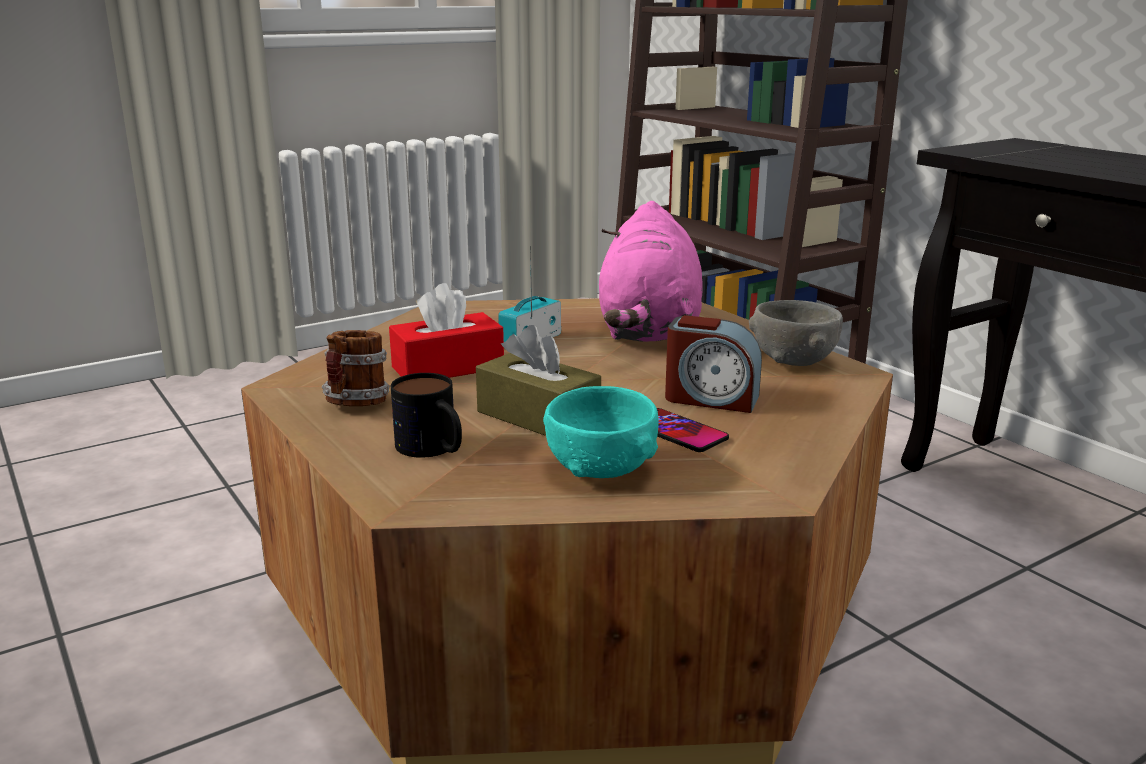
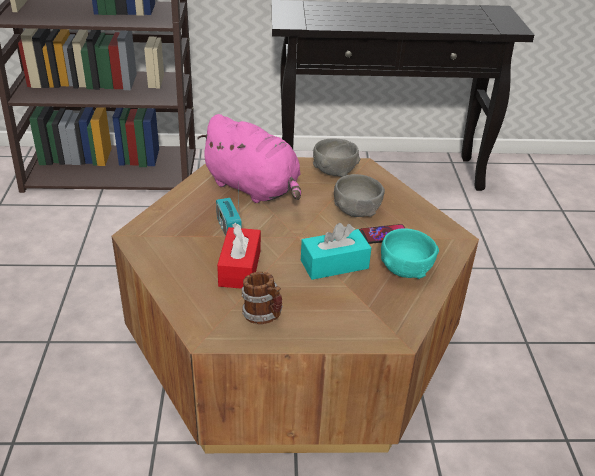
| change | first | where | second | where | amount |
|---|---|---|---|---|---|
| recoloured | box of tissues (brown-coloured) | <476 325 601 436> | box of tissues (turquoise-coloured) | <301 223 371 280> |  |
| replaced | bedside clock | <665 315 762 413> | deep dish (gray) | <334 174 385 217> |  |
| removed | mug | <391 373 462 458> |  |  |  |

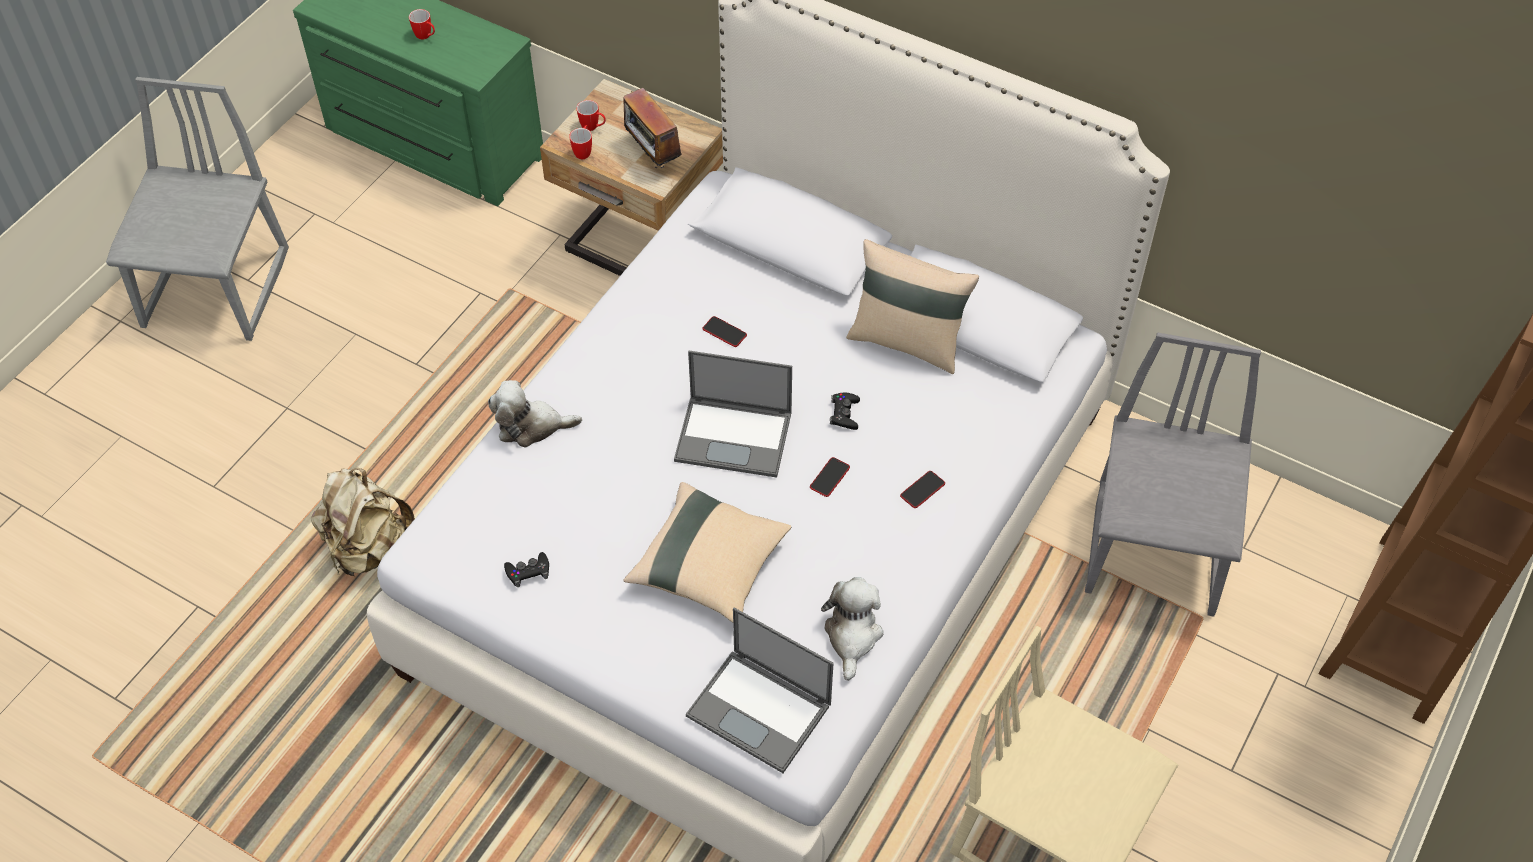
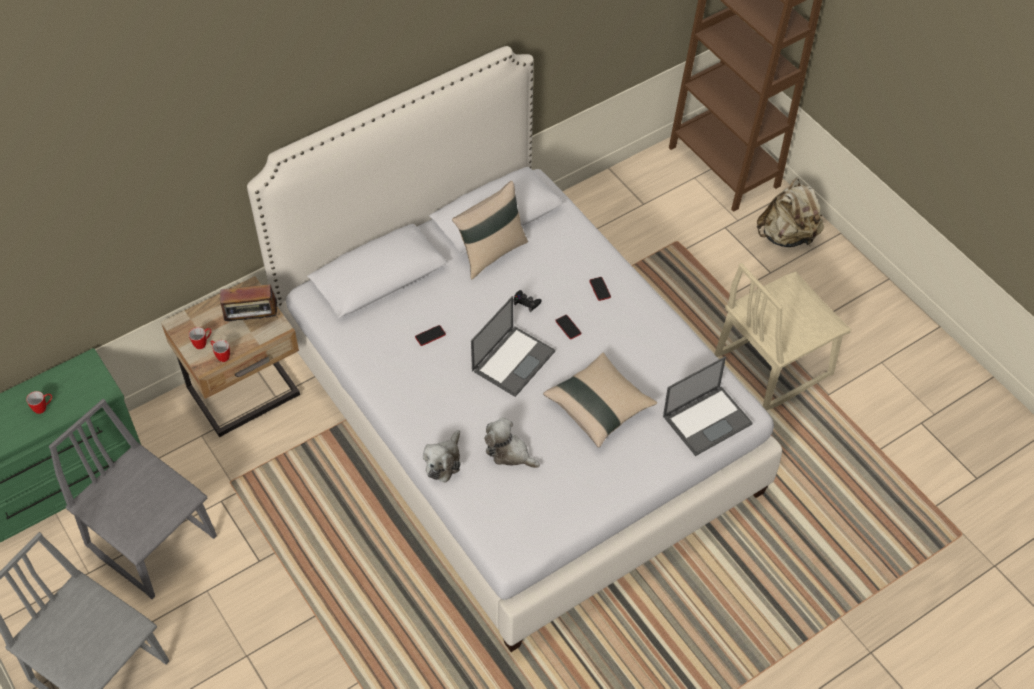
| change | first | where | second | where | amount |
|---|---|---|---|---|---|
| moved | chair (gray) | <1085 333 1261 617> |  | <49 399 217 599> |  |
| moved | cuddly toy | <821 577 884 681> |  | <484 417 540 468> |  |
| moved | rucksack (sand-coloured) | <311 468 415 576> |  | <757 178 824 247> |  |
| removed | game controller (blackish) | <504 552 549 587> |  |  |  |

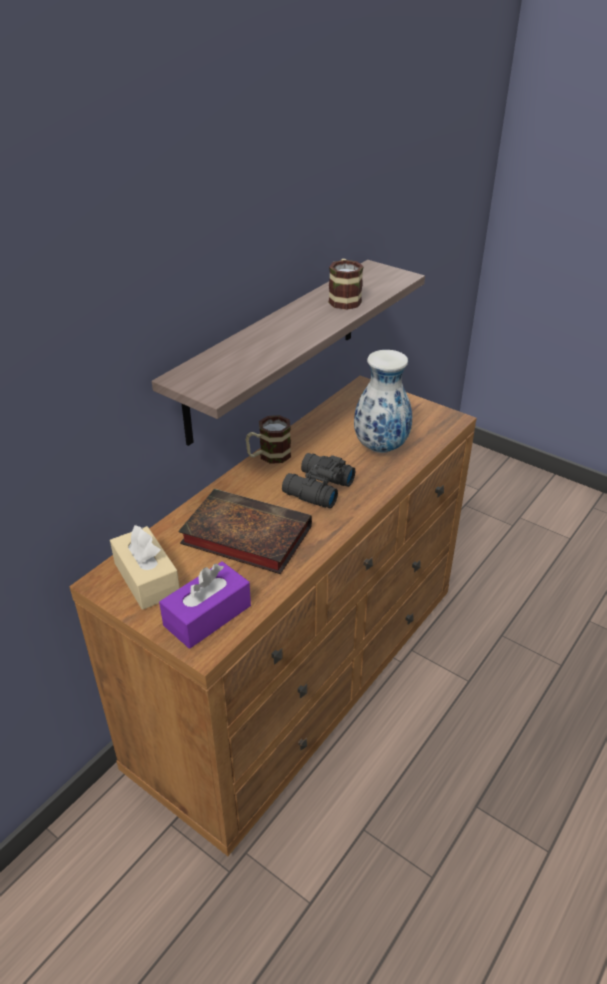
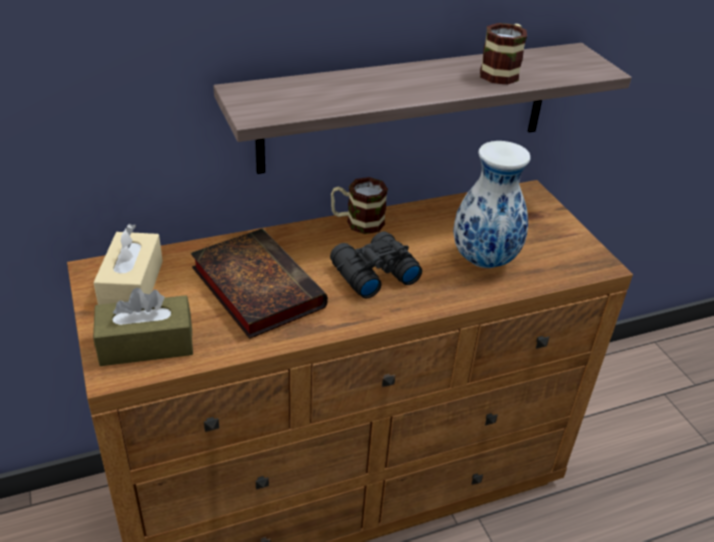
| change | first | where | second | where | amount |
|---|---|---|---|---|---|
| recoloured | box of tissues (purple-coloured) | <159 561 251 649> | box of tissues (brown-coloured) | <93 288 193 366> |  |

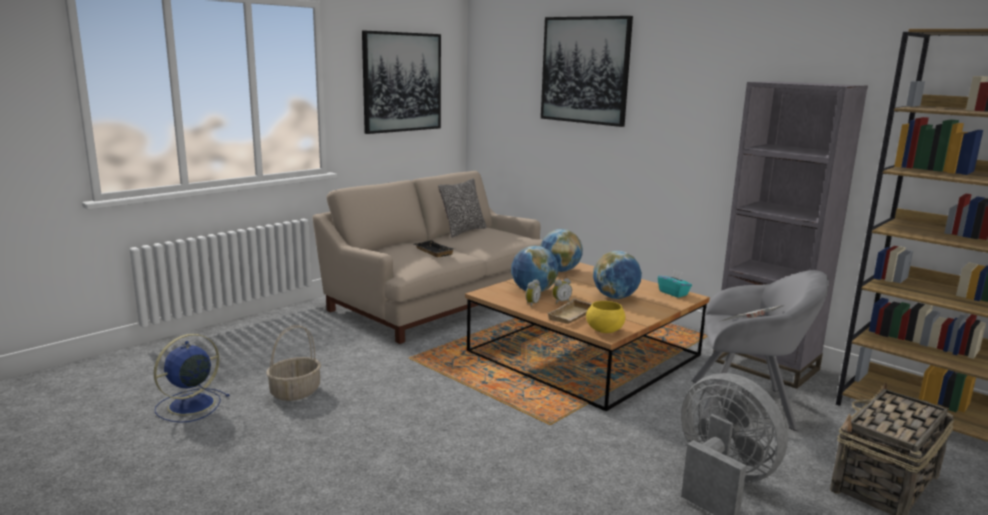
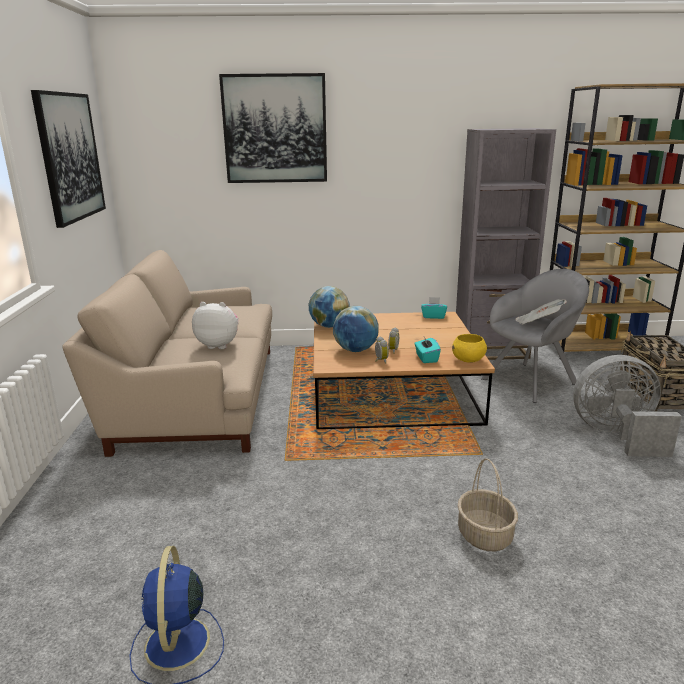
| change | first | where | second | where | amount |
|---|---|---|---|---|---|
| replaced | serving tray (blackish) | <414 240 455 257> | cuddly toy | <192 302 239 349> |  |
| replaced | serving tray (sand-coloured) | <547 298 592 324> | box of tissues (turquoise-coloured) | <414 337 441 363> |  |
| moved | basket | <266 325 321 401> |  | <458 458 518 551> |  |
| removed | cushion | <438 178 487 238> |  |  |  |
| removed | desk globe | <593 251 642 299> |  |  |  |

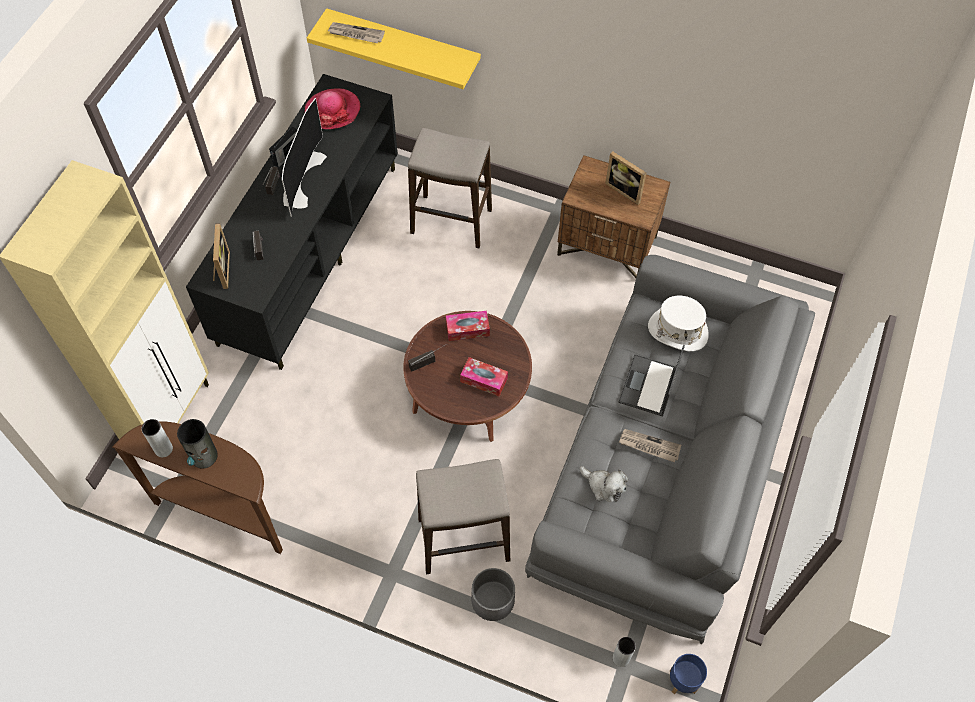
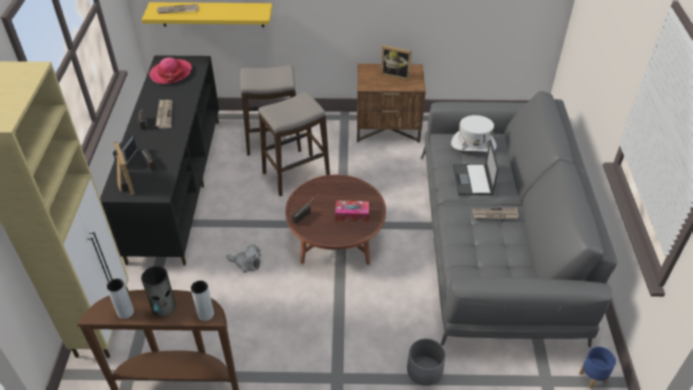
| change | first | where | second | where | amount |
|---|---|---|---|---|---|
| moved | radio | <269 127 298 168> |  | <113 133 137 169> |  |
| replaced | television | <282 98 327 217> | newspaper | <156 99 173 129> |  |
| moved | flower vase (gray) | <613 637 636 667> |  | <191 280 214 321> |  |
| moved | cuddly toy | <580 466 628 502> |  | <226 245 261 273> |  |
| moved | sitting stool | <416 459 510 574> |  | <258 92 330 196> |  |
| removed | box of tissues | <446 311 490 341> |  |  |  |

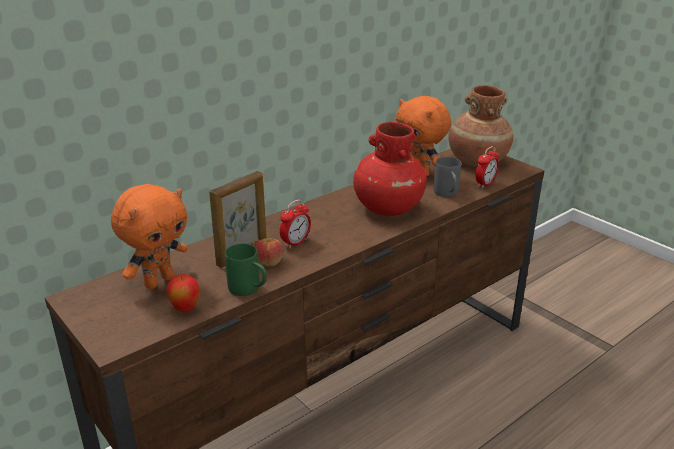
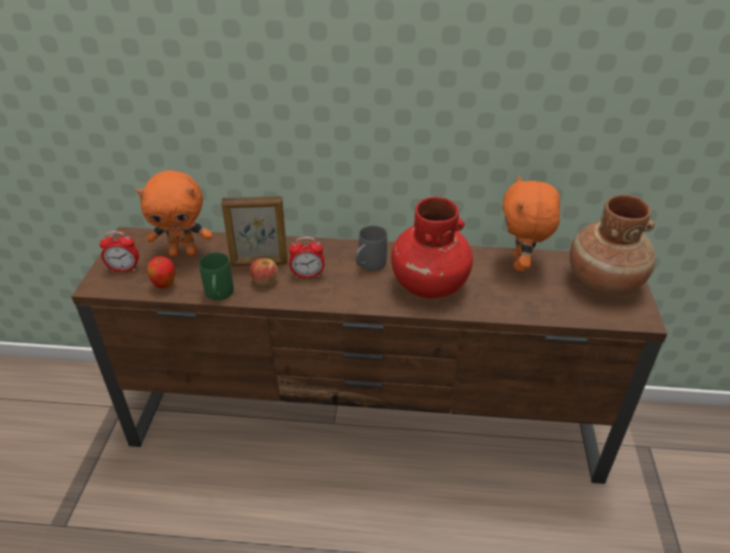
| change | first | where | second | where | amount |
|---|---|---|---|---|---|
| moved | bedside clock | <475 146 499 189> |  | <99 231 139 272> |  |
| moved | mug (gray) | <434 157 461 197> |  | <355 226 387 271> |  |

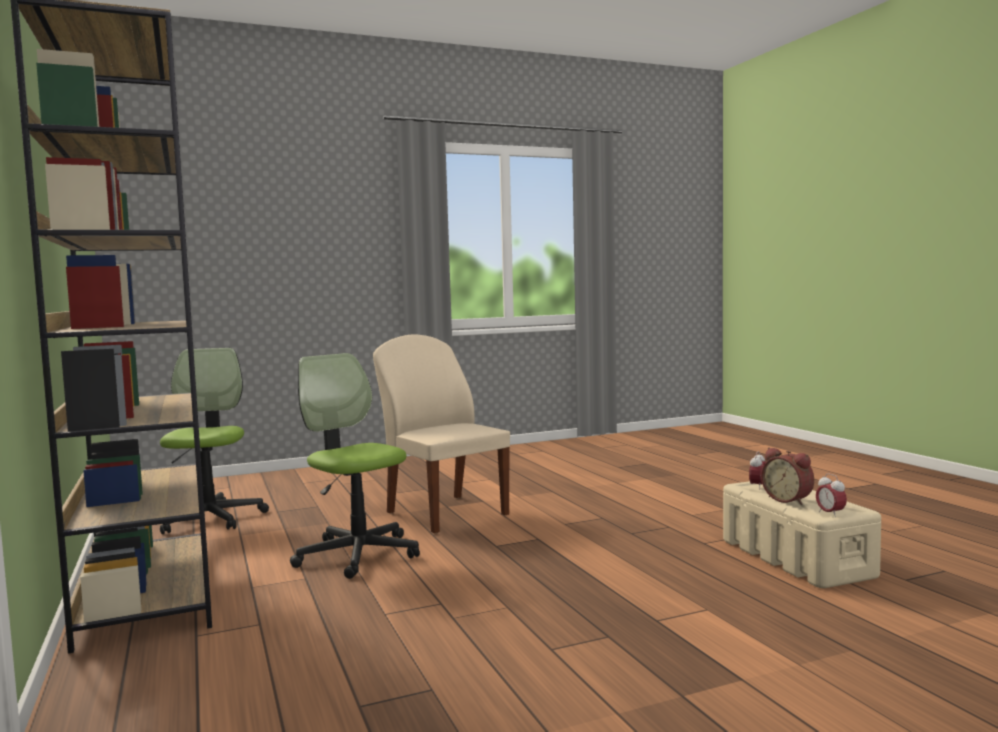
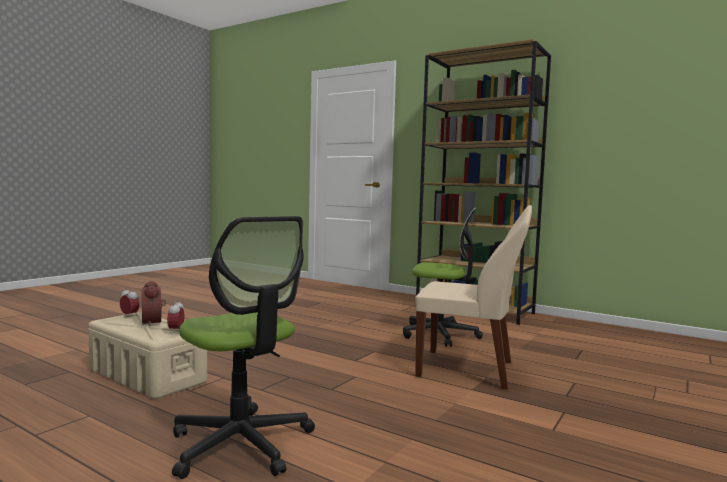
| change | first | where | second | where | amount |
|---|---|---|---|---|---|
| turned | bedside clock | <761 447 814 505> |  | <142 281 166 327> | 135 degrees counterclockwise |
| moved | computer chair | <160 348 269 534> |  | <172 216 315 479> |  |

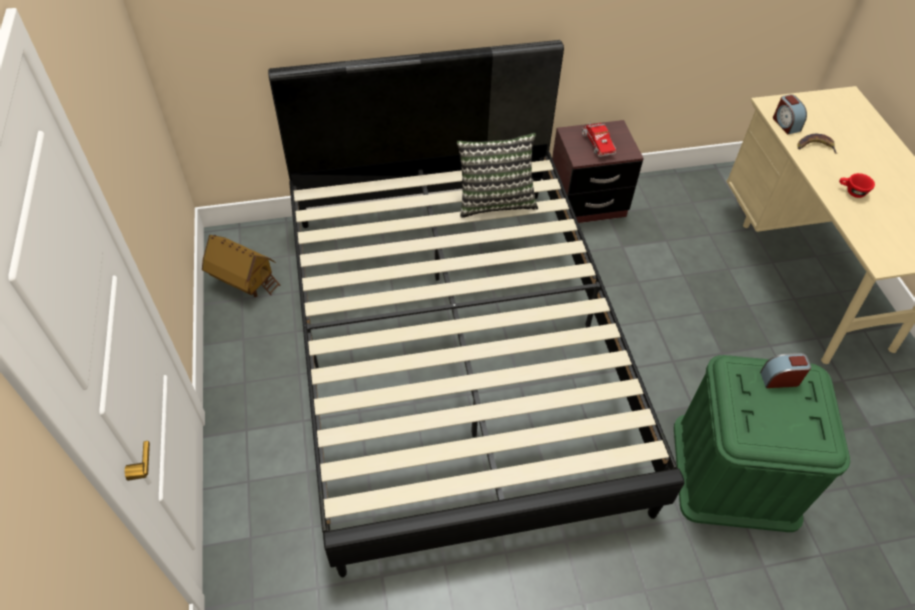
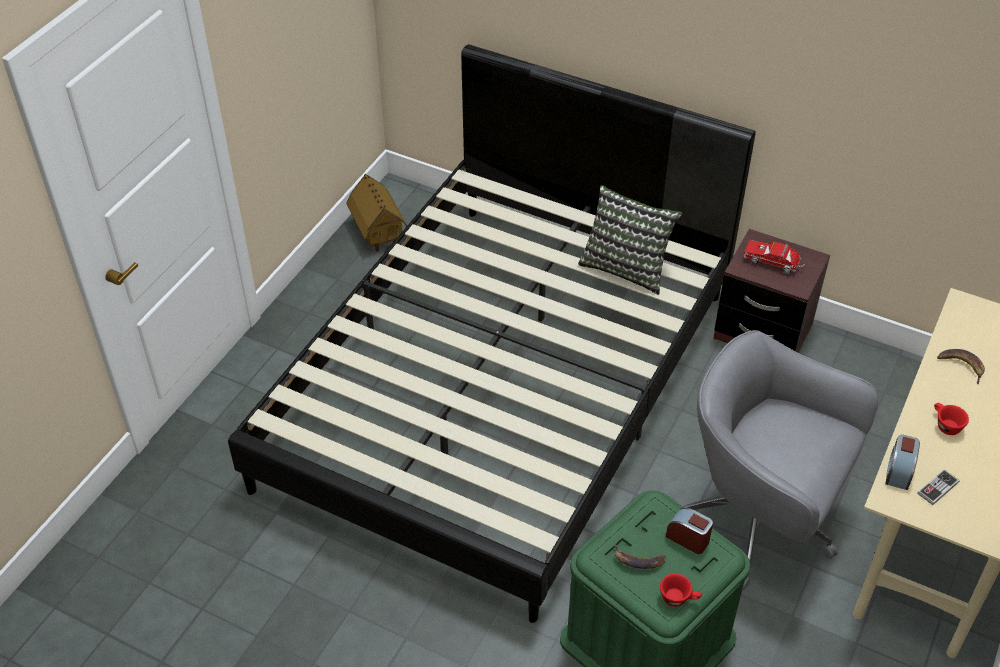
| change | first | where | second | where | amount |
|---|---|---|---|---|---|
| added |  |  | banana fruit | <615 544 666 569> |  |
| added |  |  | small cup (reddish) | <660 574 702 607> |  |
| added |  |  | computer chair (gray) | <683 330 878 590> |  |
| turned | toy truck | <582 122 616 157> |  | <744 240 805 274> | 90 degrees clockwise |
| moved | bedside clock | <773 94 807 134> |  | <885 435 920 490> |  |
| added |  |  | game controller | <917 469 959 505> |  |

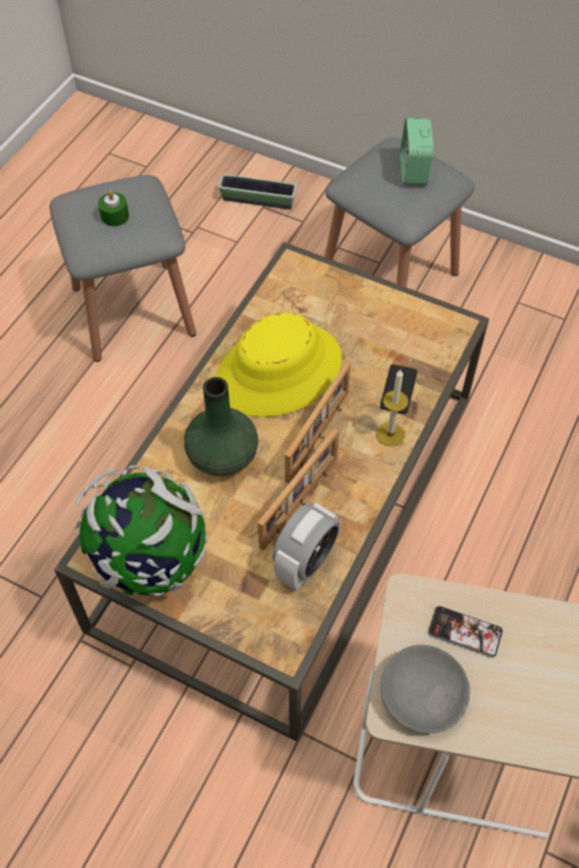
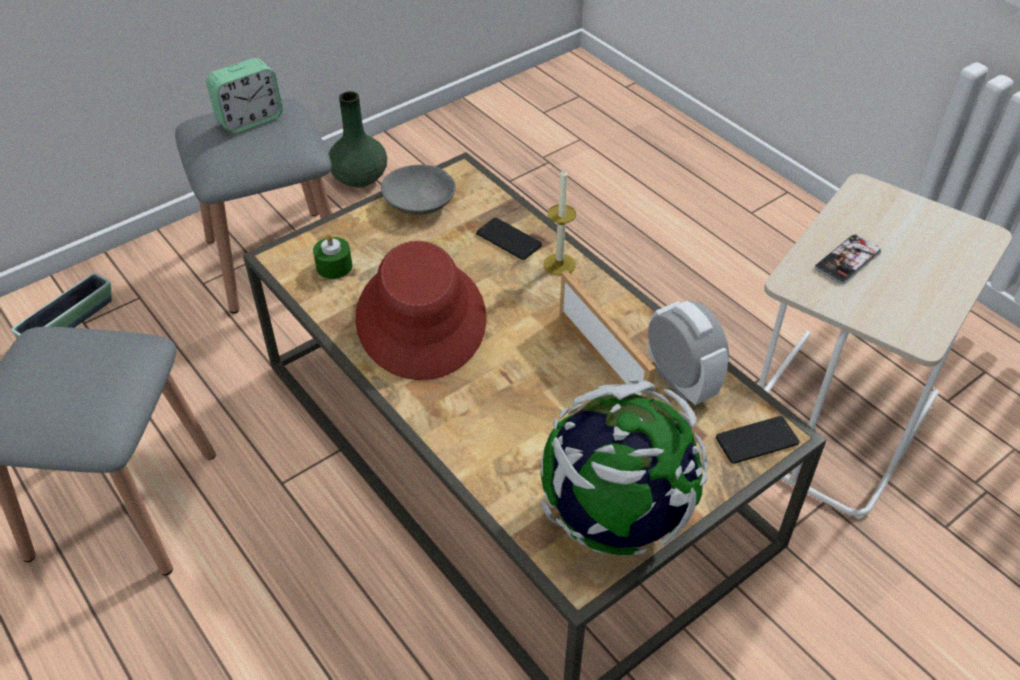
| change | first | where | second | where | amount |
|---|---|---|---|---|---|
| turned | bedside clock | <400 118 434 185> |  | <206 58 283 134> | 60 degrees counterclockwise |
| moved | wax candle (green-coloured) | <98 190 129 226> |  | <313 233 352 279> |  |
| moved | flower vase (green-coloured) | <184 377 258 476> |  | <329 91 387 188> |  |
| recoloured | clothing hat (yellowish) | <216 313 342 417> | clothing hat (reddish) | <355 241 487 380> |  |
| moved | deep dish (gray) | <381 645 470 733> |  | <381 165 456 215> |  |
| added |  |  | handset | <716 416 800 464> |  |
| removed | picture frame | <285 362 351 484> |  |  |  |

